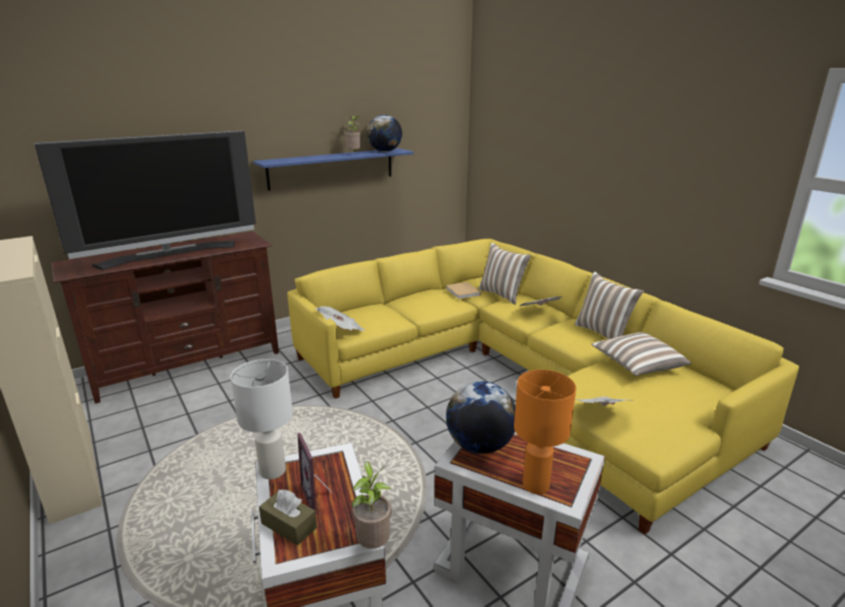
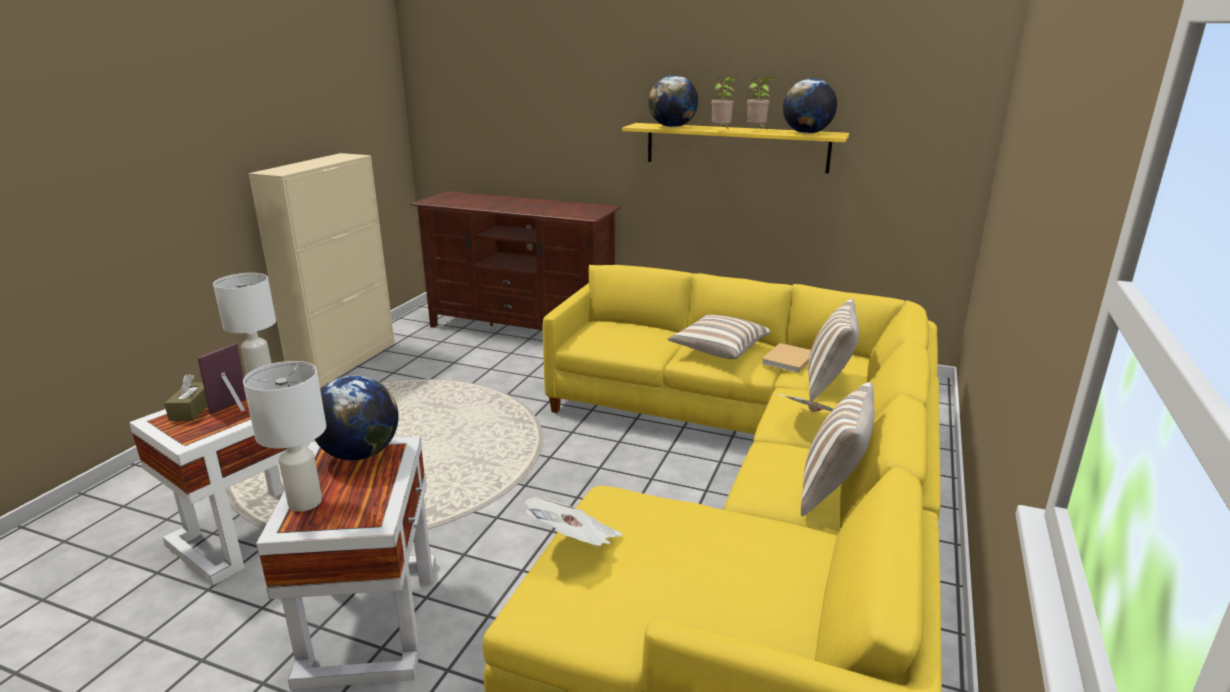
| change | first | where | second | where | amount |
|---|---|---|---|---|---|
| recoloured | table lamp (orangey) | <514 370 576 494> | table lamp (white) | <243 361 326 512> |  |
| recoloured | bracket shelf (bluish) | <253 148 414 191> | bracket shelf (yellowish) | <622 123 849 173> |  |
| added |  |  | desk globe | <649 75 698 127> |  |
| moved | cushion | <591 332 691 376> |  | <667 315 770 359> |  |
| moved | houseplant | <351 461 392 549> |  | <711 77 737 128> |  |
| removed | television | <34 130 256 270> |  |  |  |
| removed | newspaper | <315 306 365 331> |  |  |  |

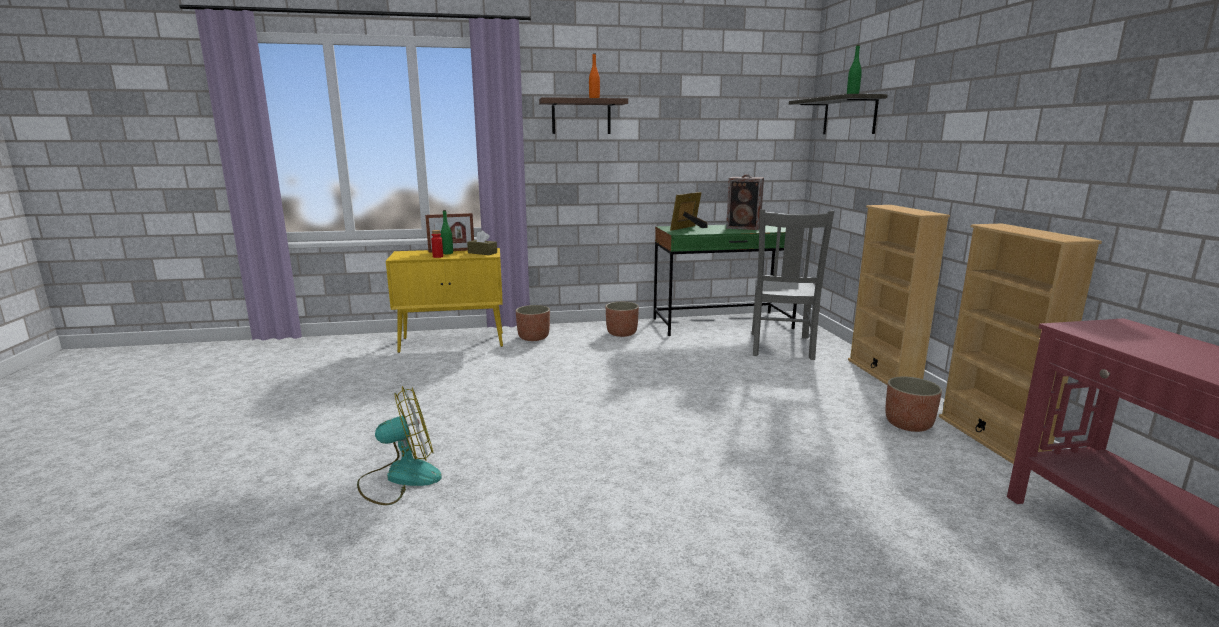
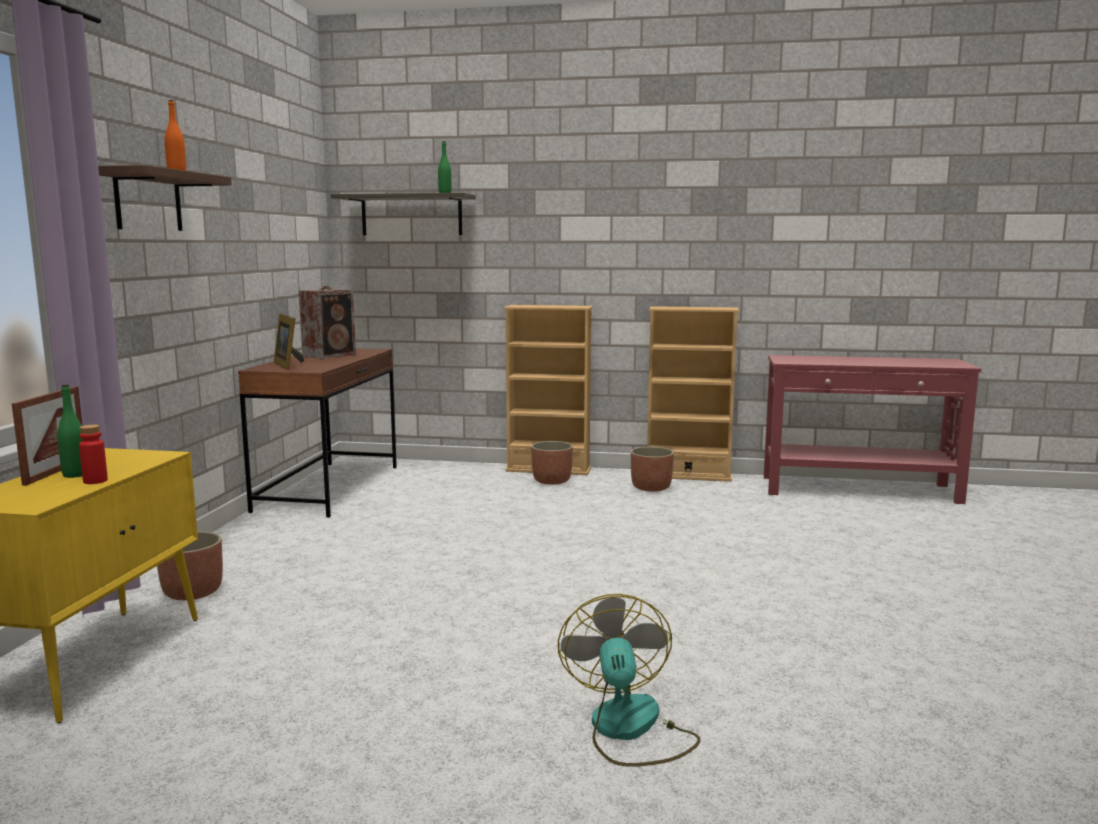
| change | first | where | second | where | amount |
|---|---|---|---|---|---|
| recoloured | desk unit (green-coloured) | <653 225 797 336> | desk unit (brown-coloured) | <238 348 397 518> |  |
| moved | flower pot | <606 302 639 337> |  | <531 441 573 485> |  |
| removed | box of tissues (brown-coloured) | <467 231 497 255> |  |  |  |
| removed | chair (gray) | <752 209 834 360> |  |  |  |

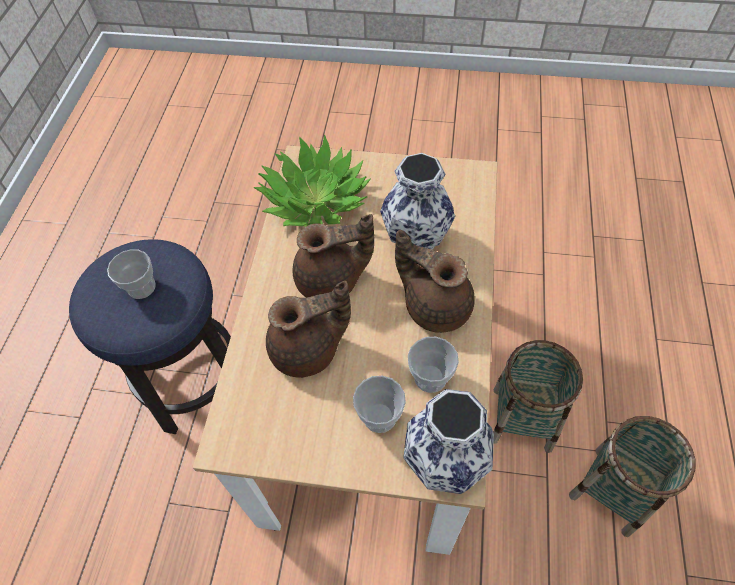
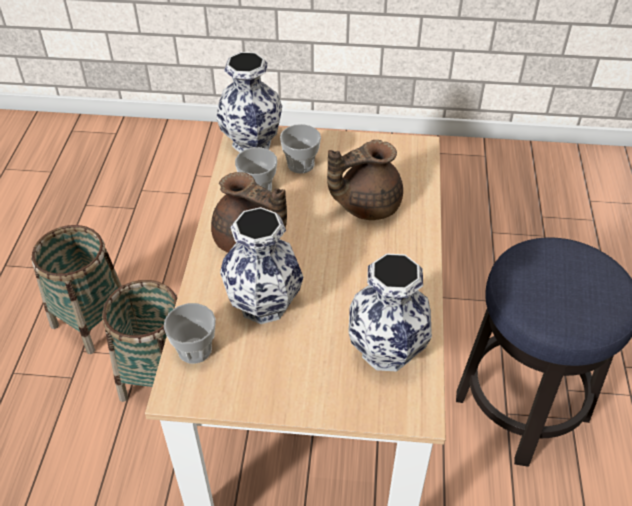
| change | first | where | second | where | amount |
|---|---|---|---|---|---|
| moved | small cup | <107 250 156 299> |  | <164 303 216 364> |  |
| replaced | houseplant | <254 135 371 227> | flower vase | <348 253 432 372> |  |
| removed | pot for tea (brown-coloured) | <293 214 374 298> |  |  |  |

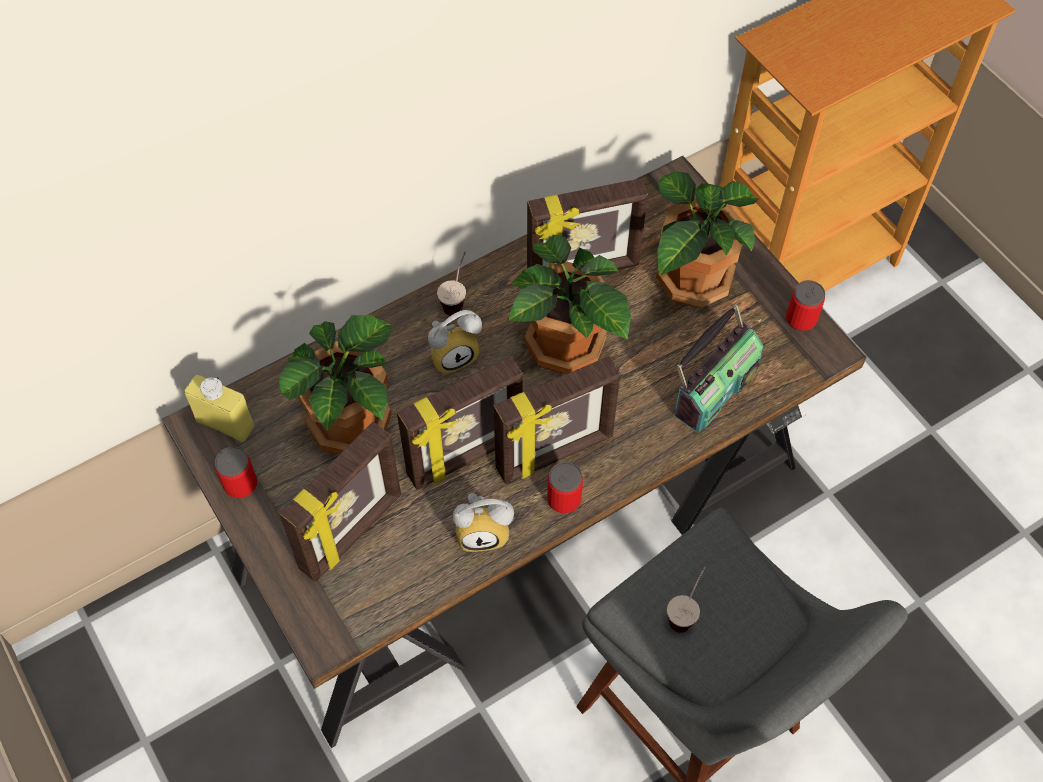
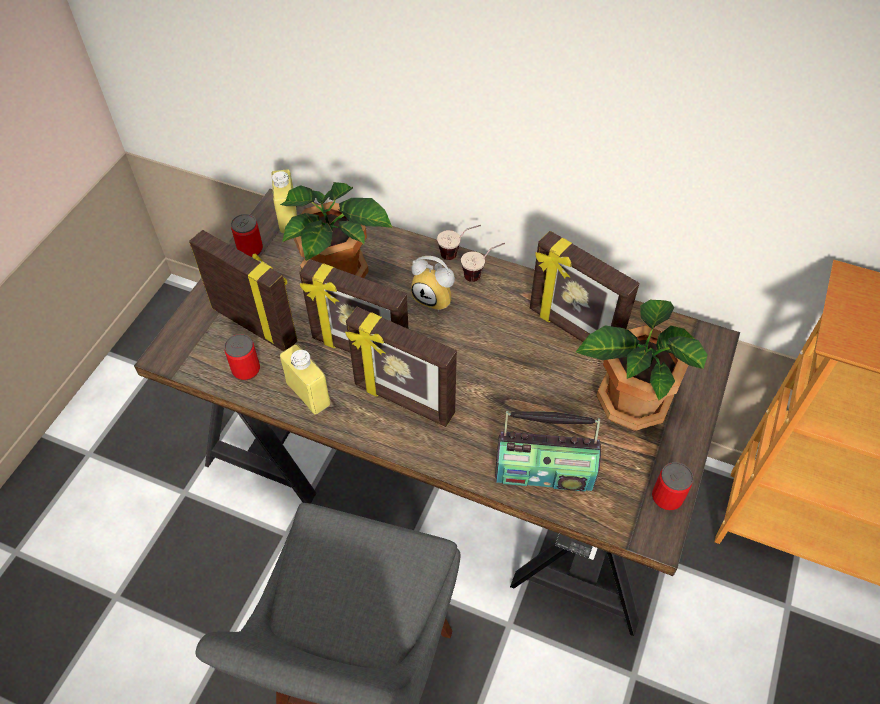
| change | first | where | second | where | amount |
|---|---|---|---|---|---|
| turned | picture frame | <279 422 401 582> |  | <189 230 298 351> | 150 degrees counterclockwise |
| moved | can | <547 462 583 513> |  | <224 334 260 381> |  |
| replaced | bedside clock | <453 493 514 552> | beverage bottle (yellowish) | <280 344 330 415> |  |
| moved | small cup | <667 566 706 633> |  | <437 225 481 260> |  |
| removed | houseplant | <508 235 631 374> |  |  |  |

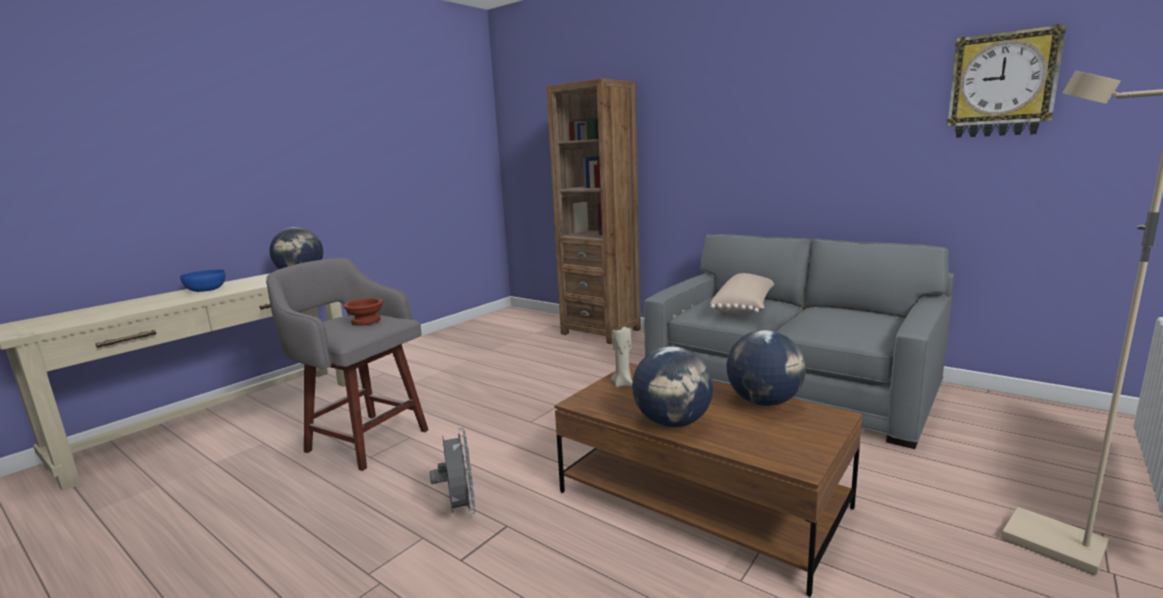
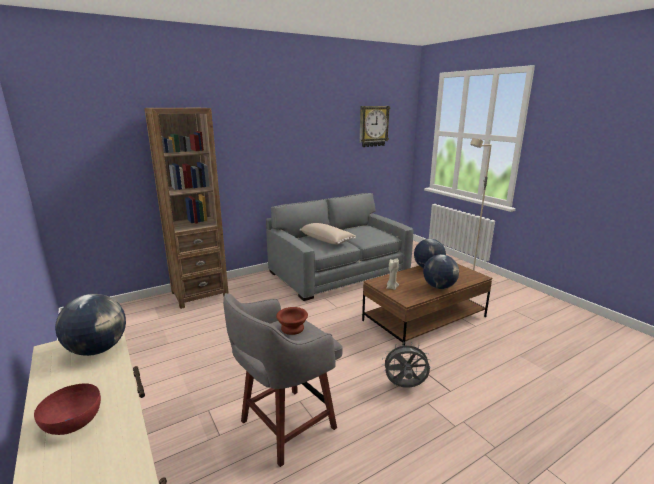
| change | first | where | second | where | amount |
|---|---|---|---|---|---|
| recoloured | deep dish (bluish) | <180 270 226 292> | deep dish (reddish) | <34 383 101 435> |  |

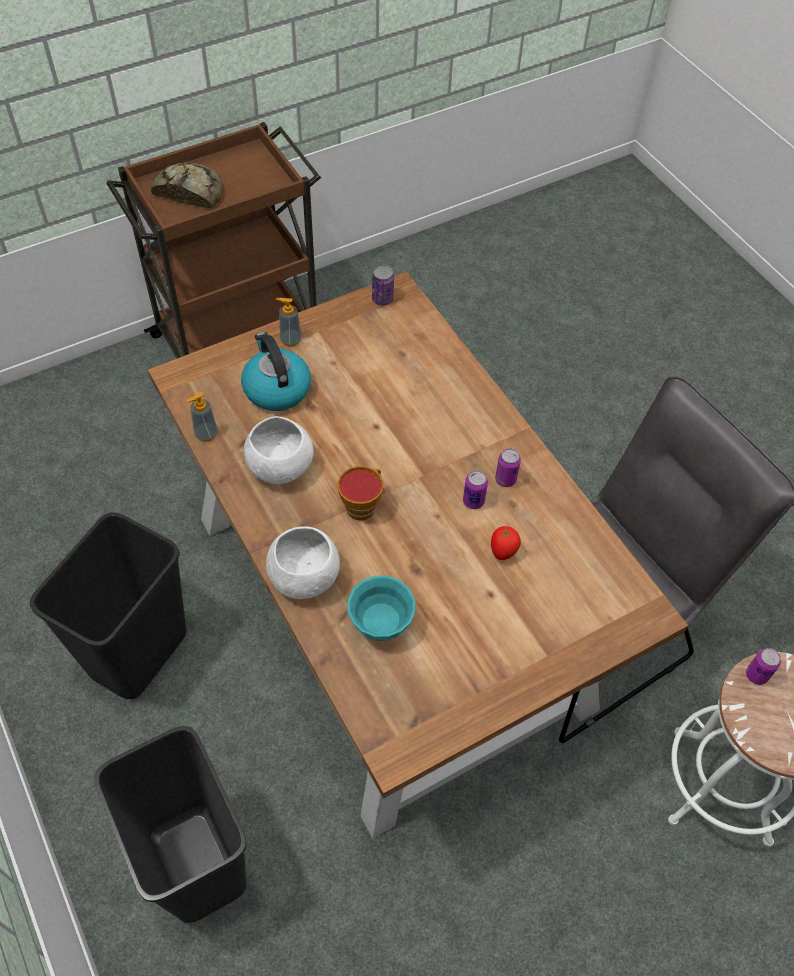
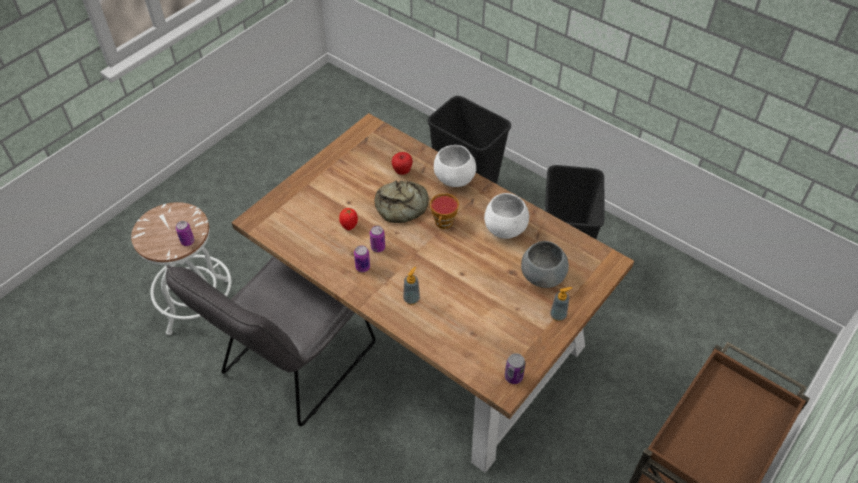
| change | first | where | second | where | amount |
|---|---|---|---|---|---|
| moved | bakery bread | <151 162 223 208> |  | <374 180 429 223> |  |
| replaced | deep dish (turquoise-coloured) | <347 575 415 641> | whole apple | <391 152 413 175> |  |
| moved | soap bottle | <187 392 217 442> |  | <403 267 420 305> |  |
| replaced | kettle | <241 332 311 411> | deep dish (gray) | <521 241 569 288> |  |

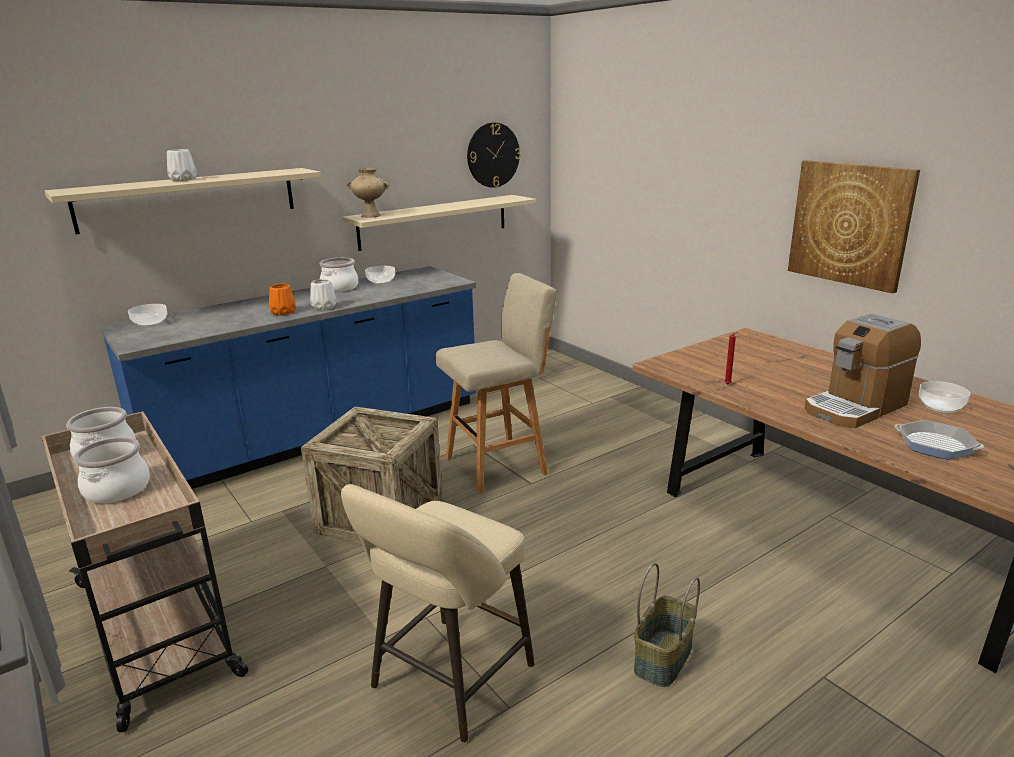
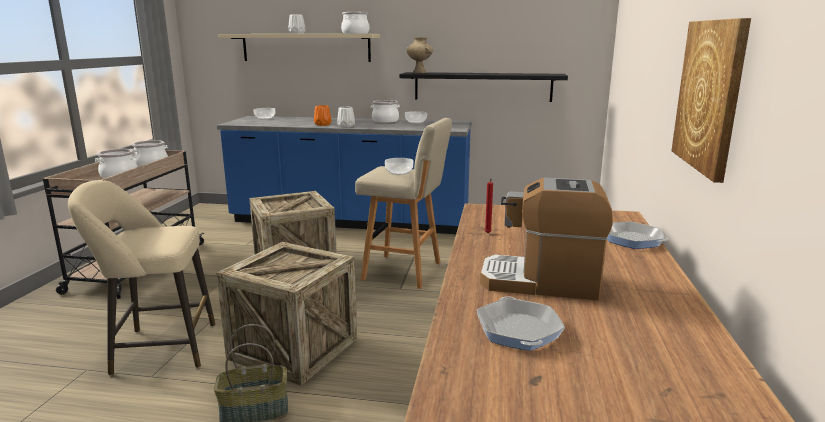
| change | first | where | second | where | amount |
|---|---|---|---|---|---|
| added |  |  | shipping crate | <216 242 357 386> |  |
| added |  |  | saucepot | <341 12 370 34> |  |
| moved | deep dish | <919 381 970 413> |  | <385 158 413 175> |  |
| recoloured | bracket shelf (sand-coloured) | <342 195 536 251> | bracket shelf (blackish) | <399 72 568 102> |  |
| added |  |  | pan | <607 222 669 249> |  |
| removed | wall clock | <467 122 521 188> |  |  |  |

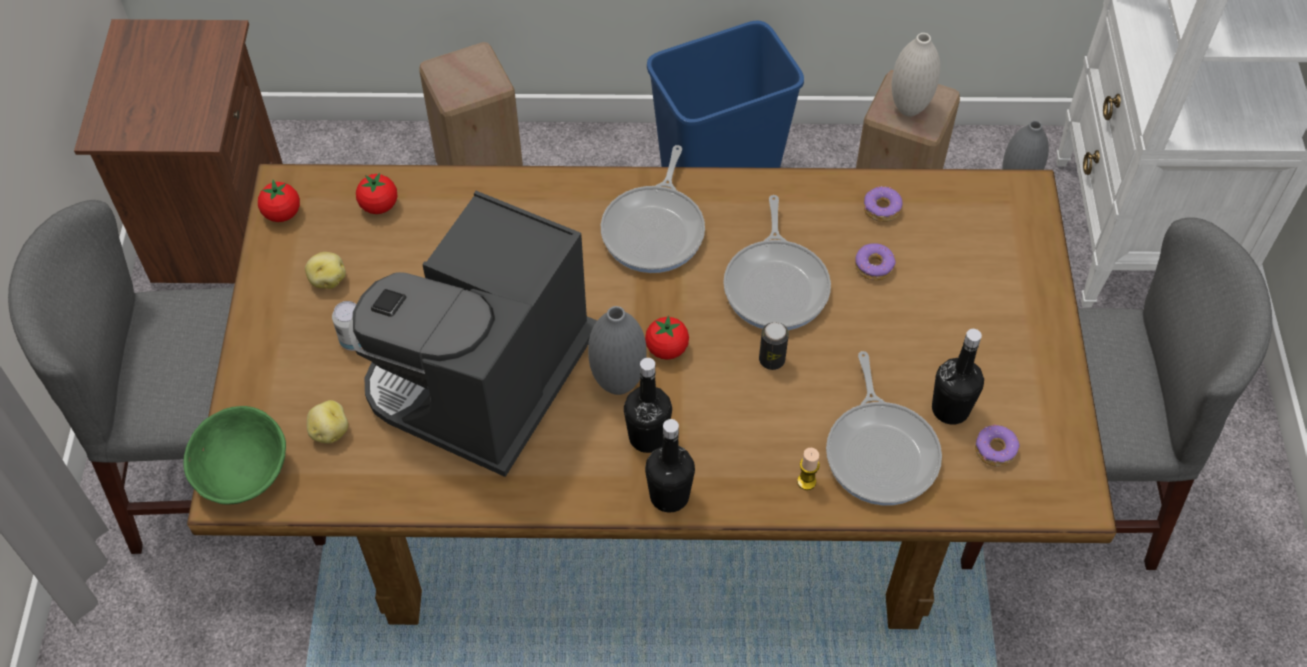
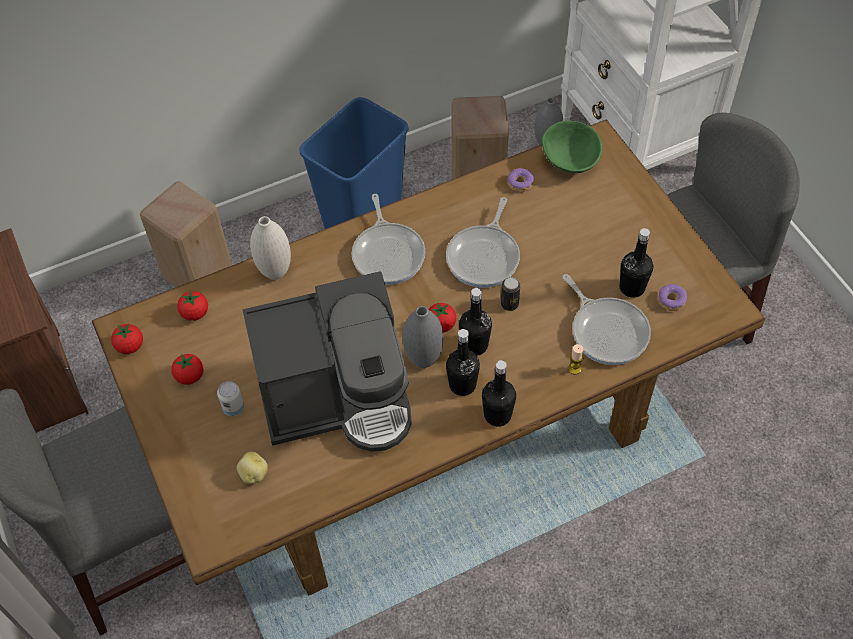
| change | first | where | second | where | amount |
|---|---|---|---|---|---|
| replaced | potato | <305 252 346 289> | fresh tomato | <171 354 203 385> |  |
| turned | coffee brewer | <349 191 597 477> |  | <242 271 412 452> | 105 degrees counterclockwise |
| moved | flower vase (white) | <892 33 940 116> |  | <250 216 291 280> |  |
| turned | pan | <723 195 831 330> |  | <446 197 520 288> | 45 degrees clockwise |
| added |  |  | beverage bottle (blackish) | <459 288 492 356> |  |
| moved | deep dish (green-coloured) | <183 406 286 505> |  | <541 120 603 173> |  |
| removed | ring doughnut | <855 243 896 280> |  |  |  |

